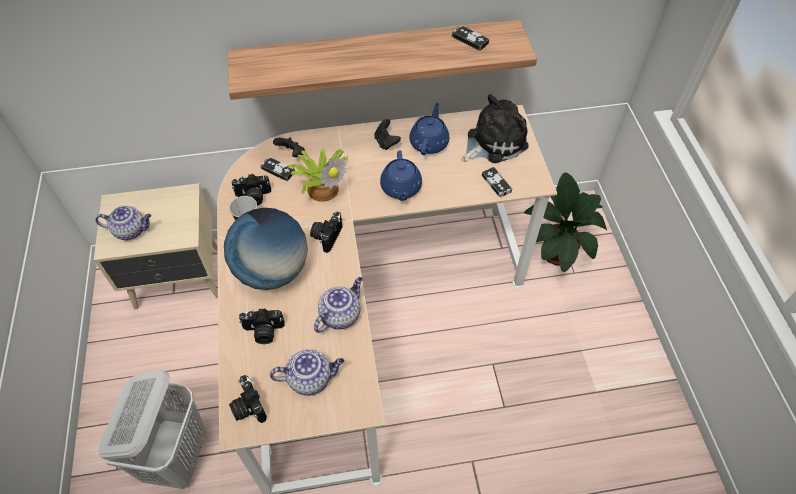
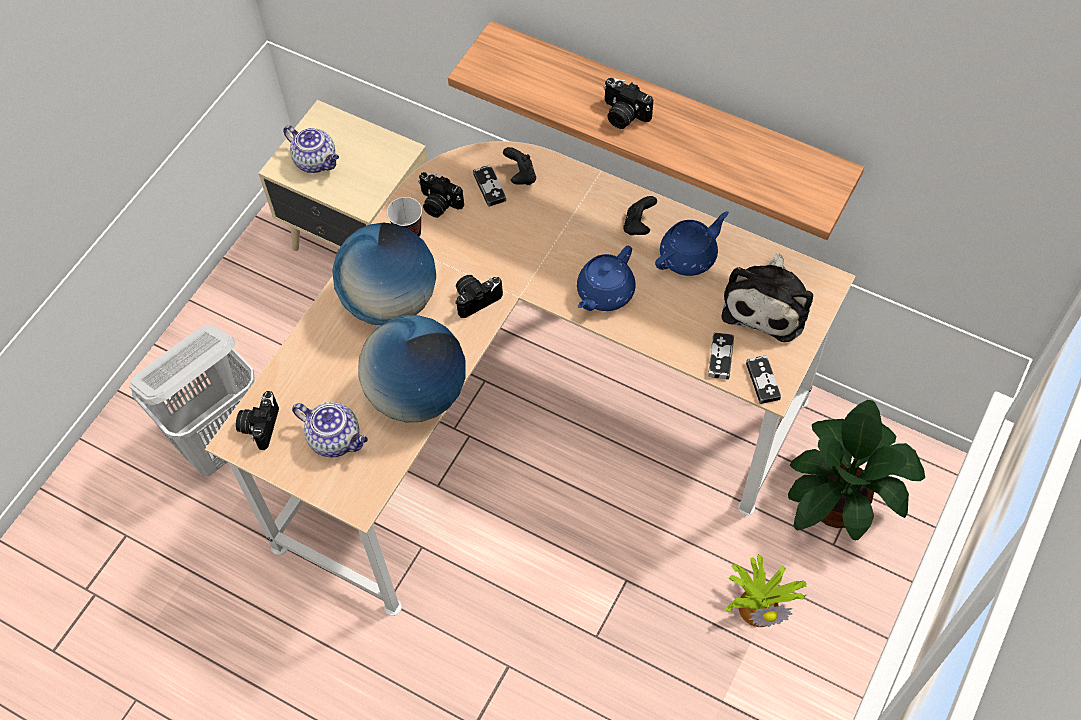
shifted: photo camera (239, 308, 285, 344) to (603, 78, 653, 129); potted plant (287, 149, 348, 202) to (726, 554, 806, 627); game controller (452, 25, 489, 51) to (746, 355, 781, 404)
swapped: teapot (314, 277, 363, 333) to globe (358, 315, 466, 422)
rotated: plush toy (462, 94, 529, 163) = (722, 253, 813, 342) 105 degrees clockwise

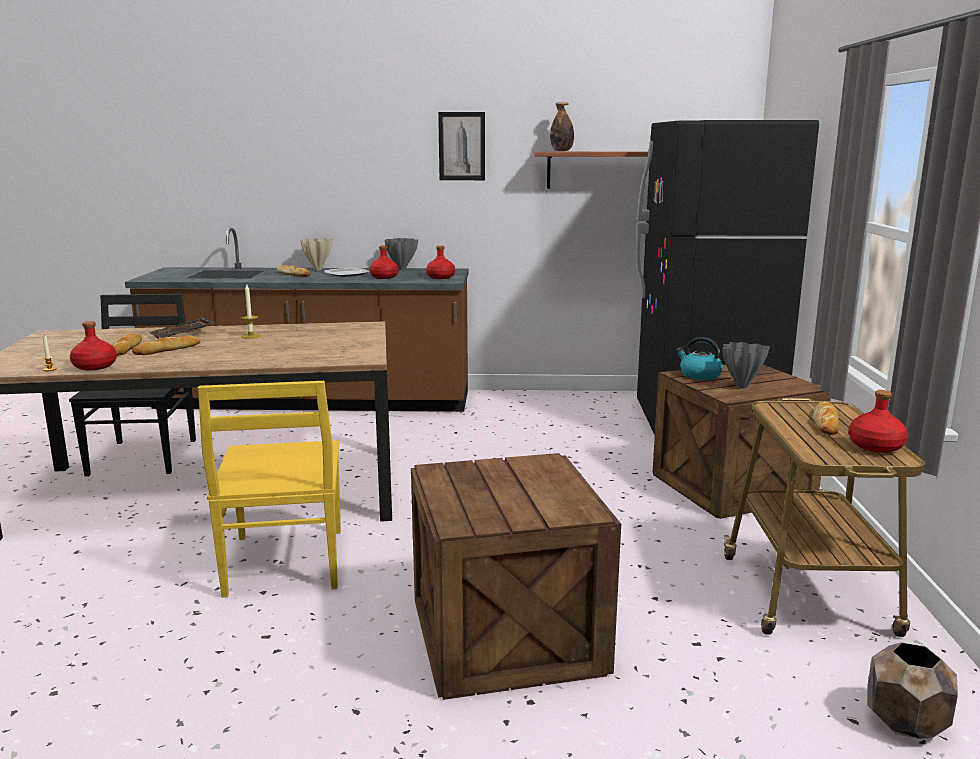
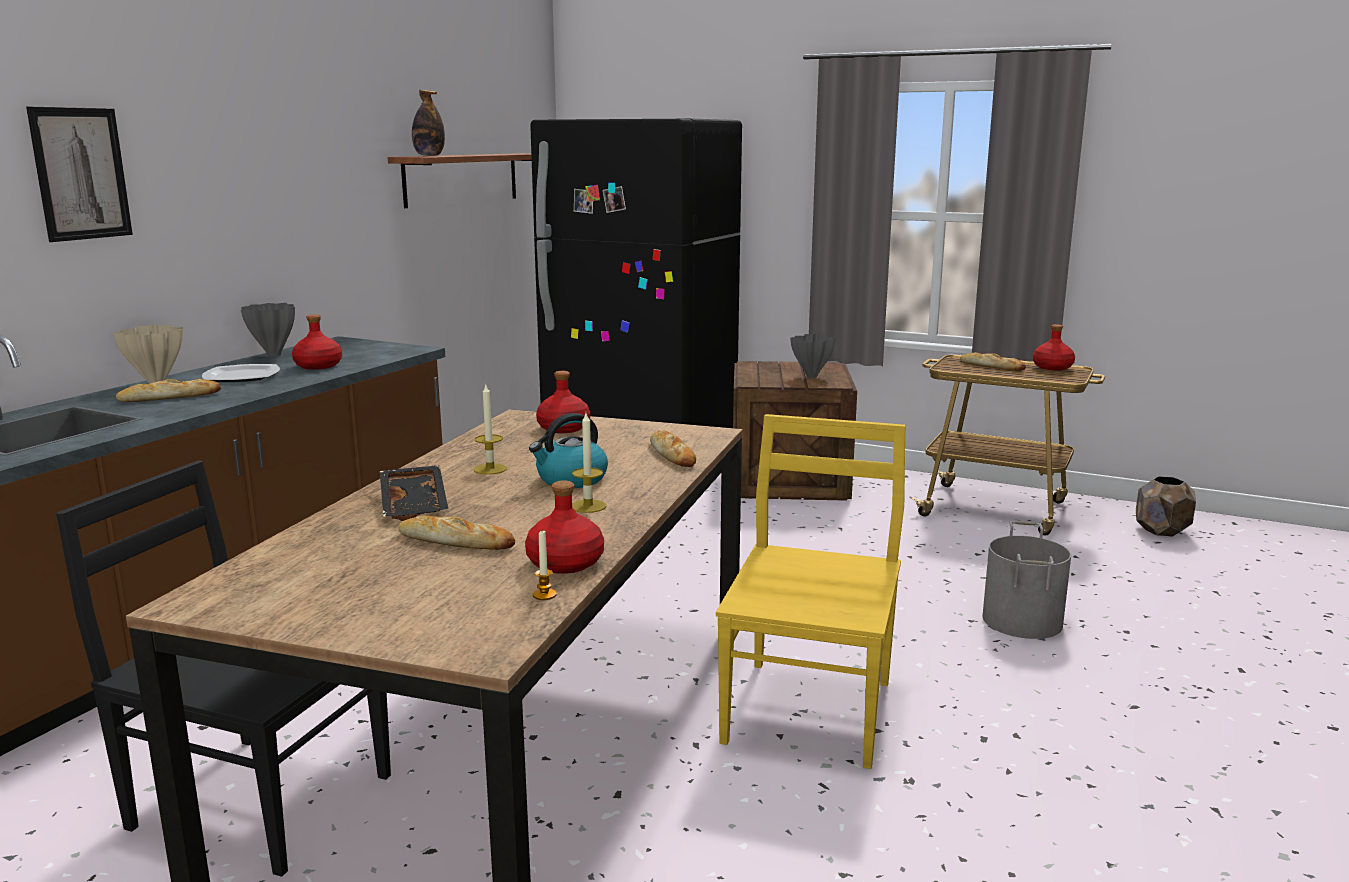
new: candle (572, 413, 607, 513)
shifted: bread (132, 335, 201, 355) to (650, 430, 696, 467); red bottle (426, 246, 455, 279) to (536, 371, 590, 433); picture (438, 112, 485, 180) to (26, 107, 133, 242); kettle (676, 337, 723, 380) to (529, 413, 608, 488)
swapped: crate (411, 453, 621, 700) to grey bucket (983, 521, 1071, 639)
rotated: yellow chair (198, 381, 341, 598) = (716, 414, 906, 769) 90 degrees counterclockwise

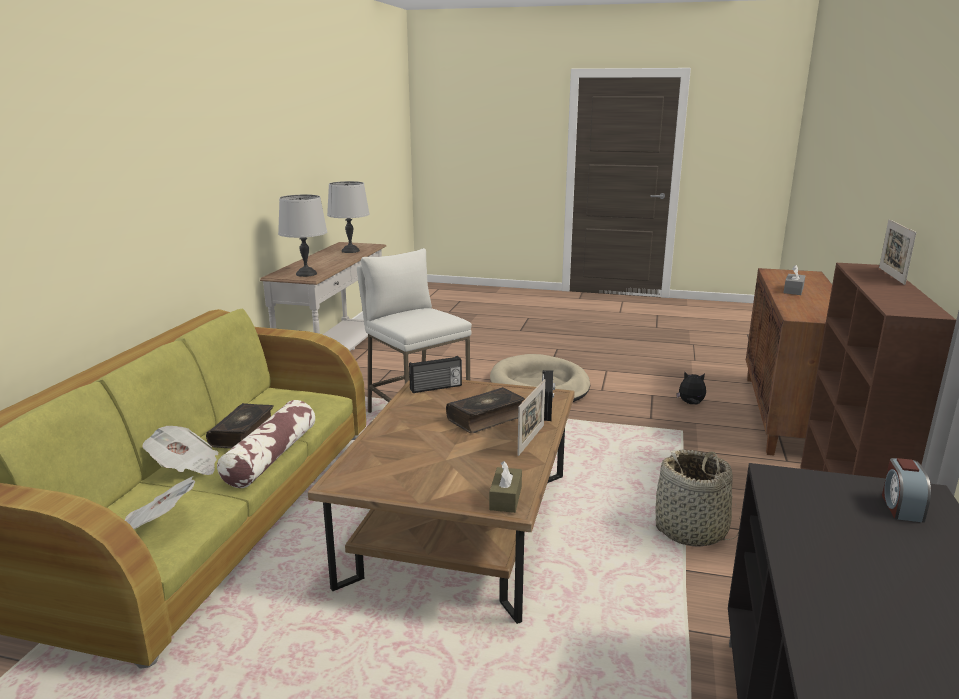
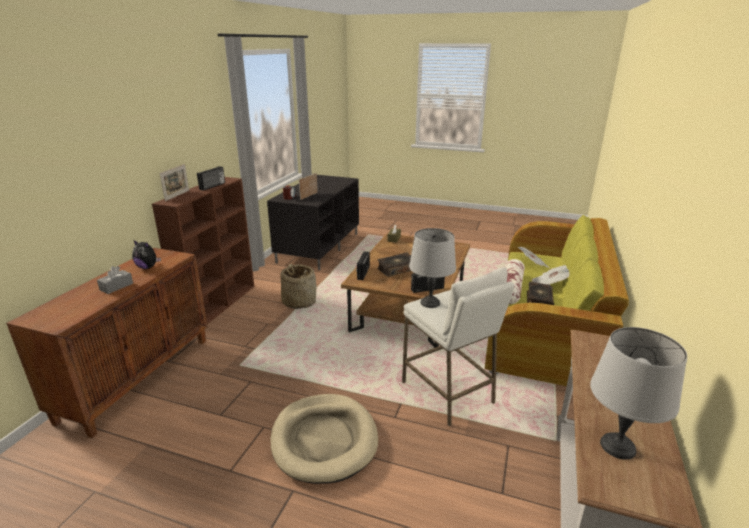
new: radio (197, 166, 225, 191)
shifted: grey table lamp (278, 194, 327, 277) to (409, 228, 456, 308); picture frame (518, 379, 545, 456) to (299, 173, 318, 200); plush toy (676, 371, 706, 405) to (132, 240, 161, 269)

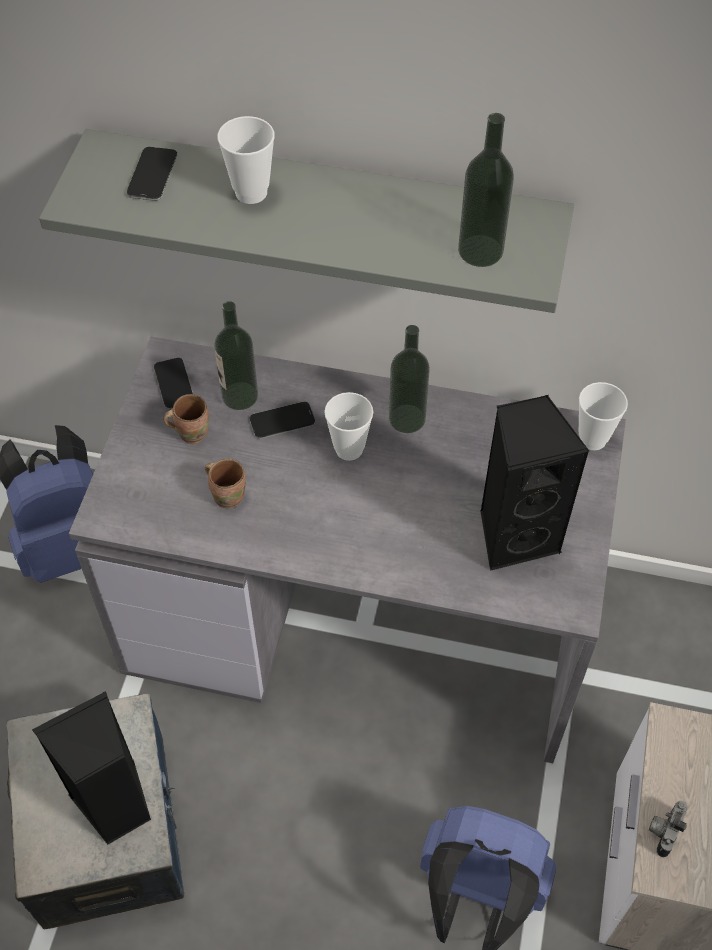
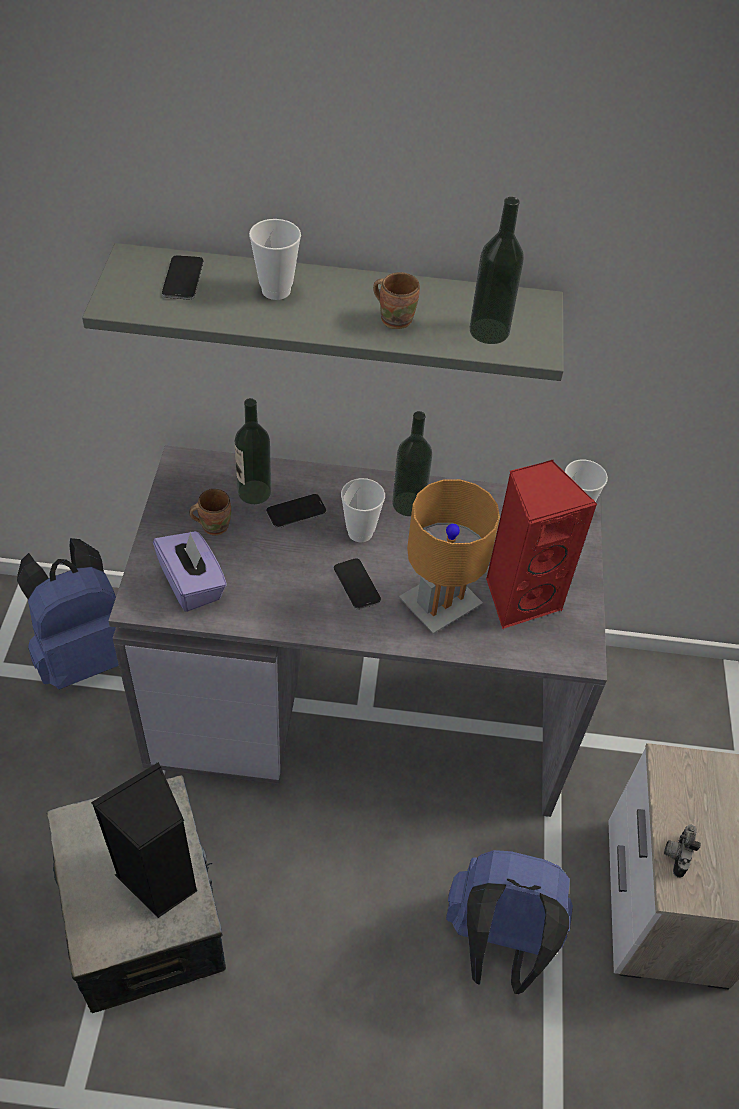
new: purple tissue box (153, 531, 227, 612); brown table lamp (399, 479, 500, 634)
shifted: phone (154, 358, 193, 409) to (334, 558, 381, 610); brown mug (205, 459, 246, 508) to (373, 272, 420, 329)
repainted: black speaker (480, 395, 589, 571) to red speaker (486, 459, 597, 629)

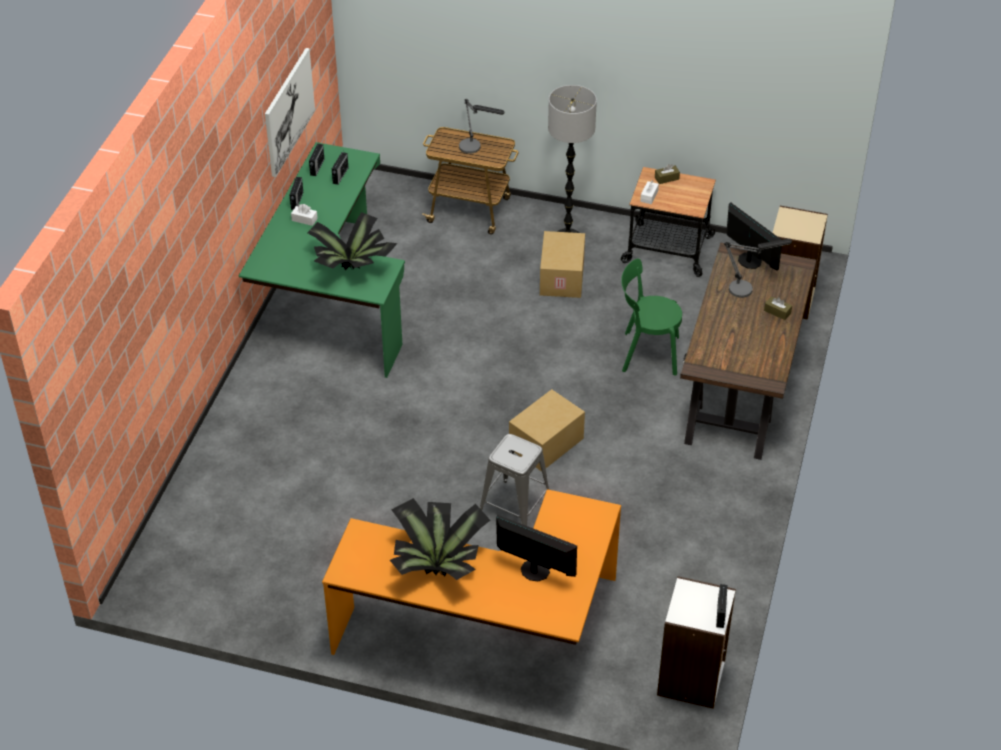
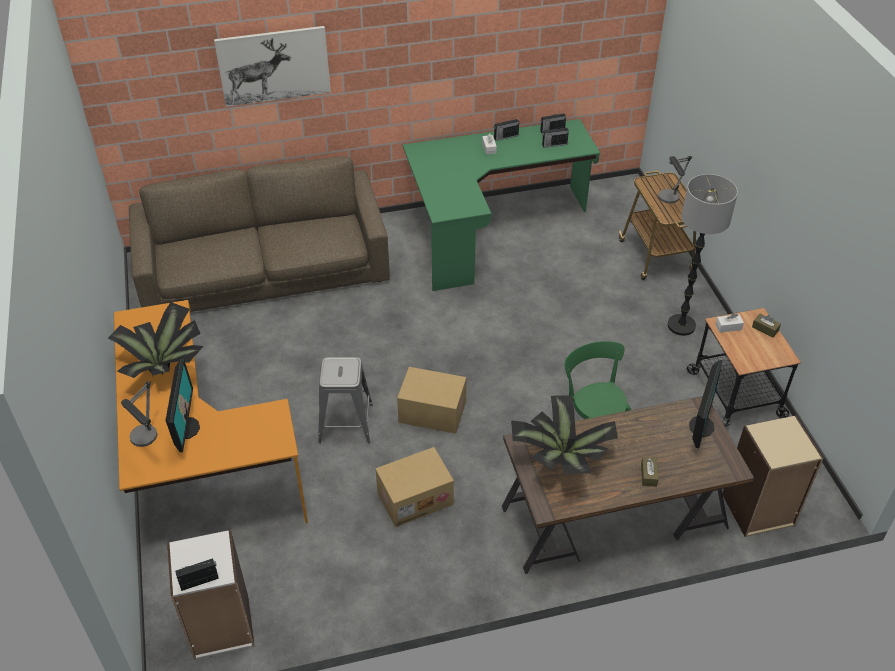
new: brown sofa (129, 156, 390, 312)
shifted: picture (265, 48, 315, 177) to (214, 26, 331, 107); potted plant (307, 212, 398, 271) to (511, 395, 618, 474); cardboard box (540, 231, 585, 298) to (375, 447, 454, 527); table lamp (724, 239, 792, 298) to (121, 381, 157, 447)

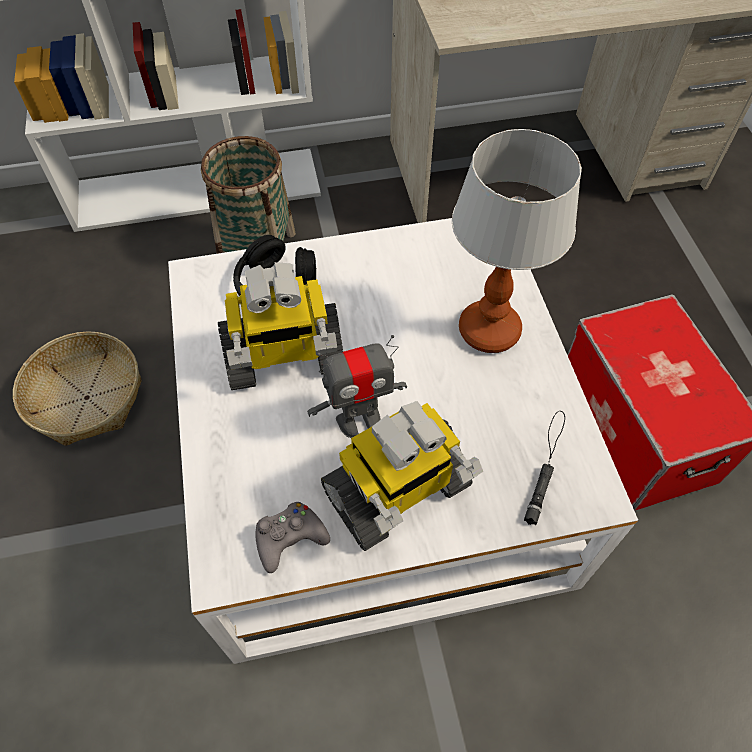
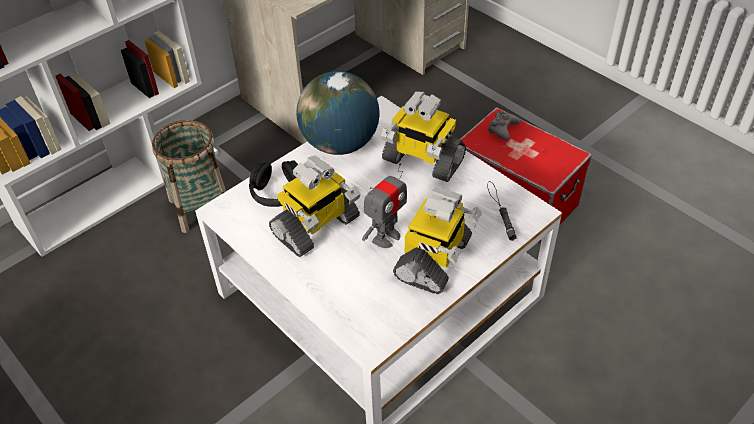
gone: basket (13, 331, 142, 446)
new: globe (297, 71, 380, 155)
shifted: grey game controller (255, 502, 330, 573) to (488, 111, 520, 141)
swapped: table lamp (452, 129, 582, 353) to toy robot (381, 92, 466, 182)

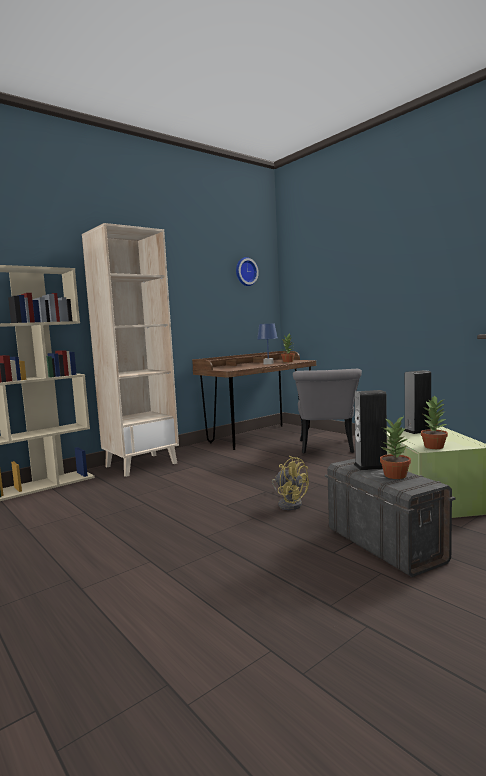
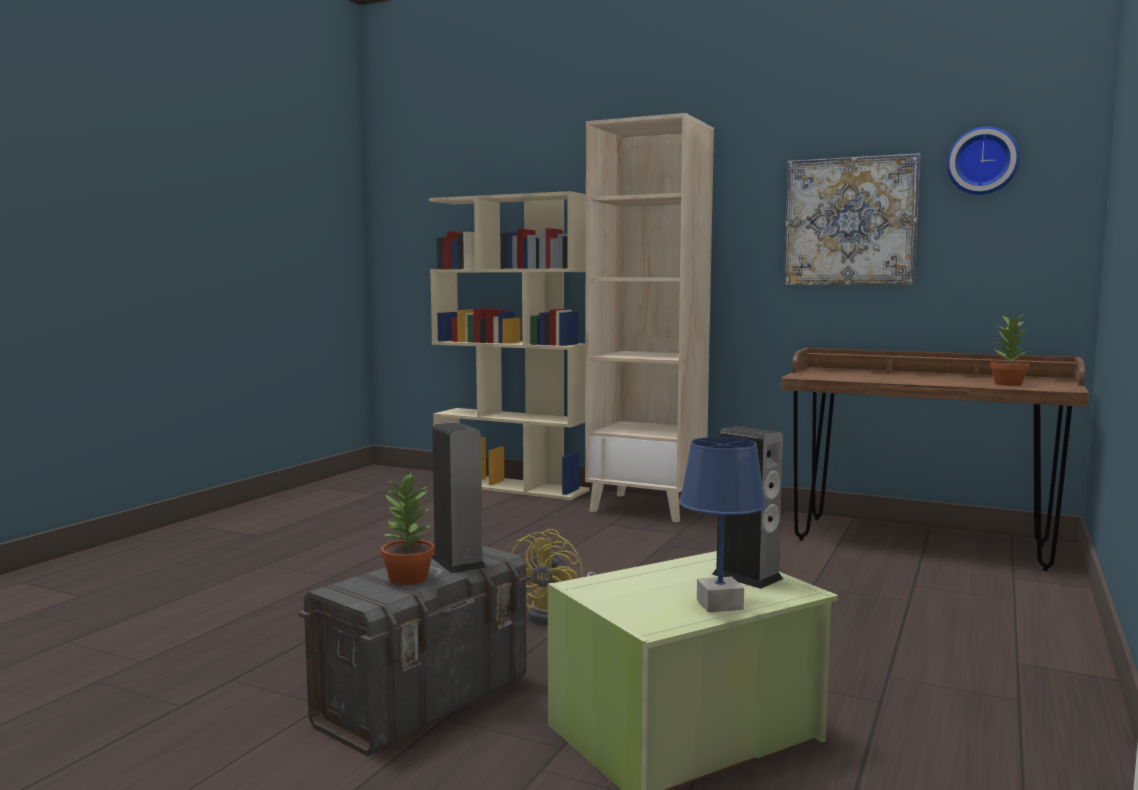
gone: grey chair (293, 369, 362, 454); potted plant (421, 395, 448, 449)
new: picture (784, 153, 920, 285)
shifted: blue table lamp (257, 323, 278, 364) to (679, 437, 766, 612)

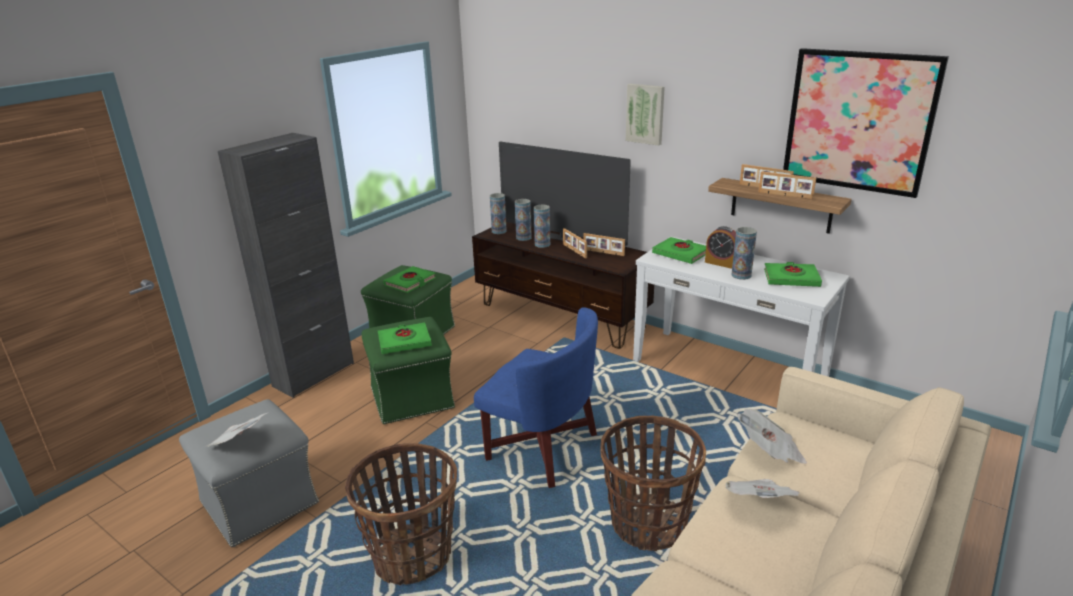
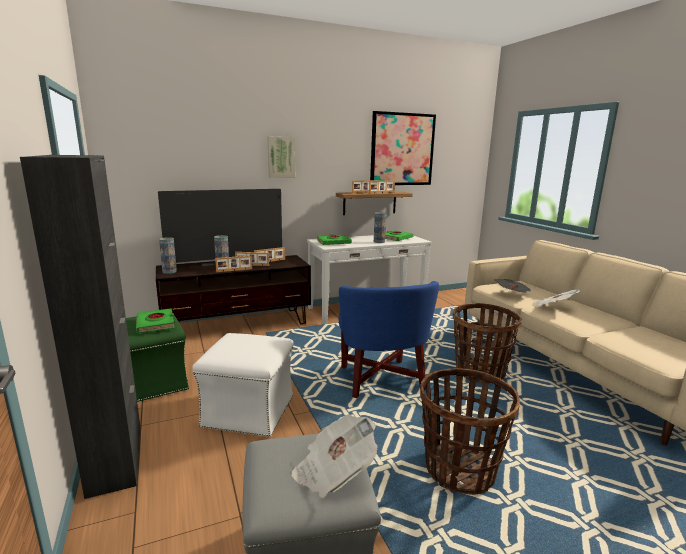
gone: green book (378, 323, 432, 354); vase (515, 199, 532, 241); alarm clock (705, 226, 736, 269)
new: picture frame (215, 256, 252, 272)
repainted: green ottoman (361, 317, 455, 424) to white ottoman (192, 333, 294, 437)
rotated: blue armchair (474, 307, 598, 488) = (339, 281, 439, 398) 105 degrees clockwise

